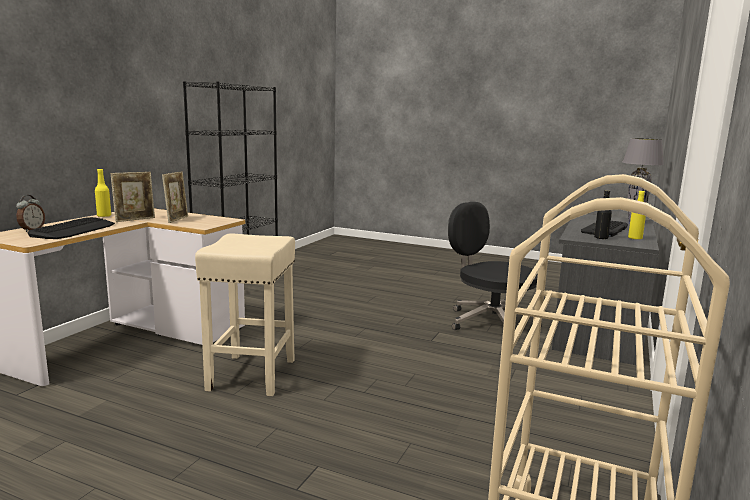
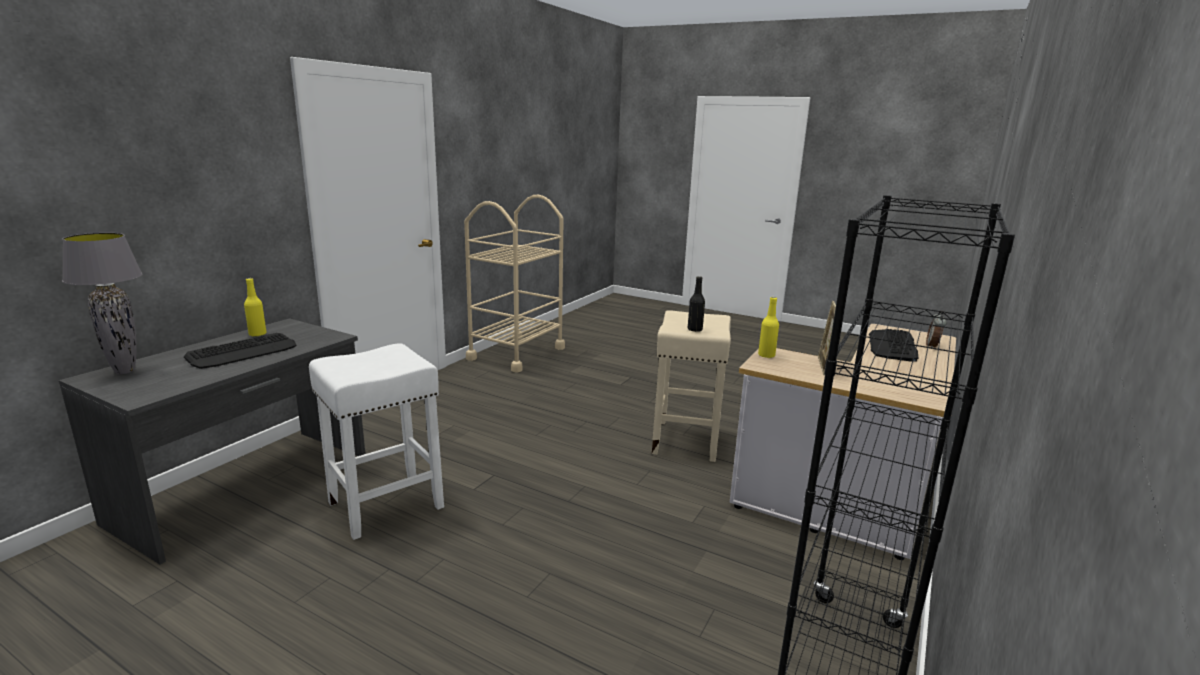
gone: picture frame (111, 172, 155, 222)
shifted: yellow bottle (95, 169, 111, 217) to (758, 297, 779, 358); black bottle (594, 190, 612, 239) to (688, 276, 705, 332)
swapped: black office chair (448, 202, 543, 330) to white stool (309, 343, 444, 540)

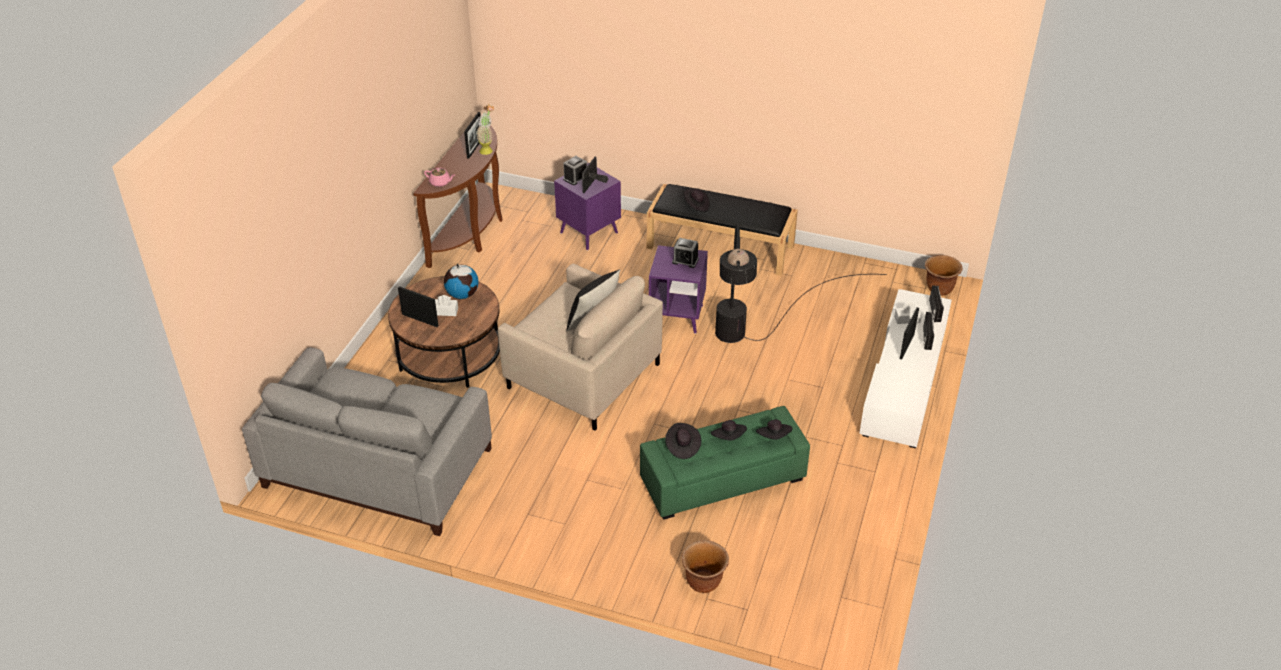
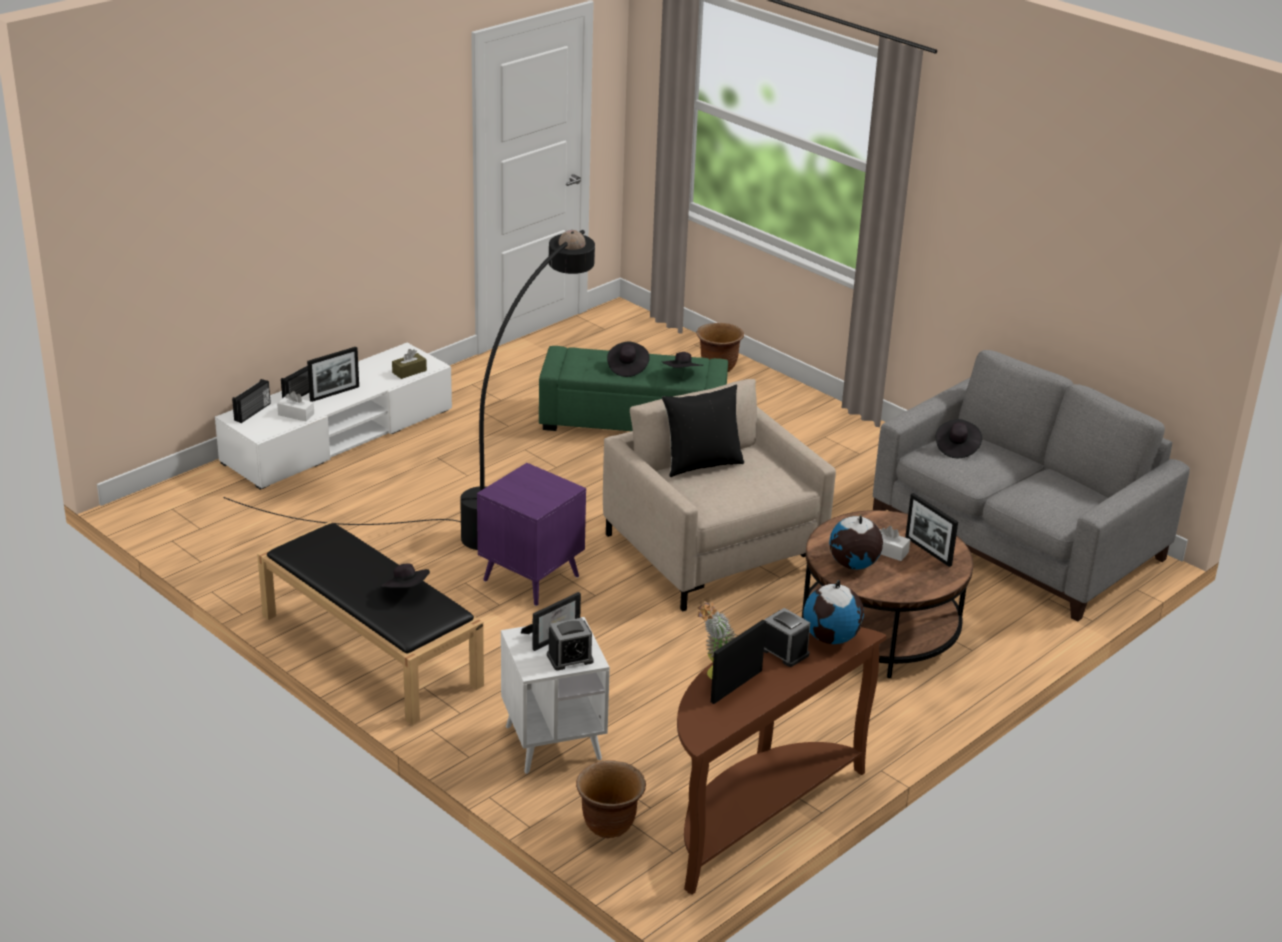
new: brown tissue box (392, 349, 427, 379)
shifted: alarm clock (672, 238, 699, 268) to (764, 608, 810, 667); black hat (756, 419, 793, 440) to (936, 419, 982, 458); brown planter (925, 255, 962, 296) to (576, 760, 646, 838)
swapped: pink teapot (424, 168, 455, 187) to globe (803, 580, 864, 644)
repainted: purple side table (554, 163, 621, 250) to white side table (501, 617, 610, 774)

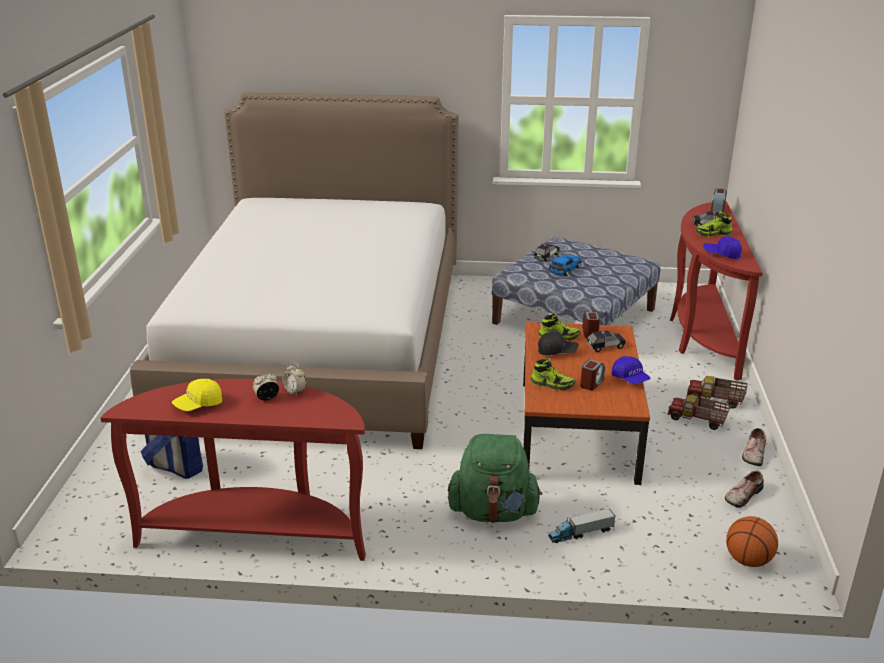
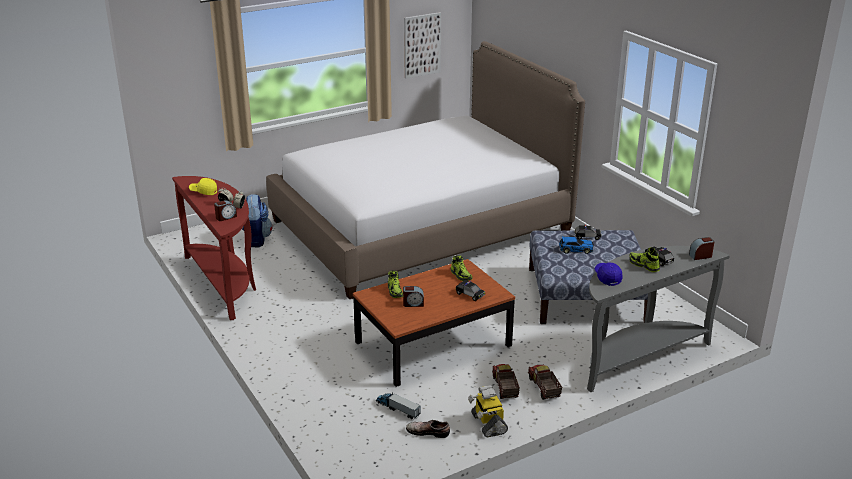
gone: green backpack (448, 434, 542, 523); black cap (538, 332, 579, 355); blue cap (612, 356, 651, 384); basketball (726, 516, 778, 567)
new: picture (404, 12, 441, 79)
shifted: toy truck (548, 508, 615, 543) to (376, 392, 421, 419); alarm clock (582, 312, 600, 338) to (214, 200, 237, 221)
swapped: shoe (742, 428, 766, 466) to toy robot (468, 385, 508, 438)
repainted: red console table (670, 201, 762, 380) to grey console table (587, 246, 730, 392)

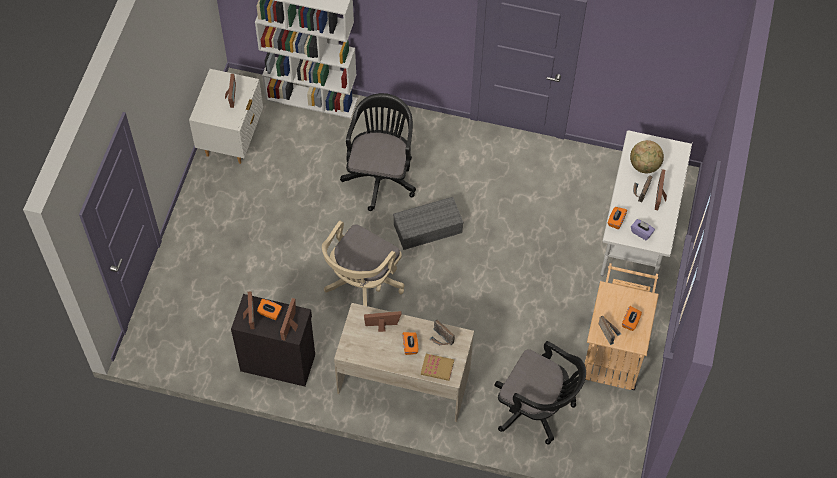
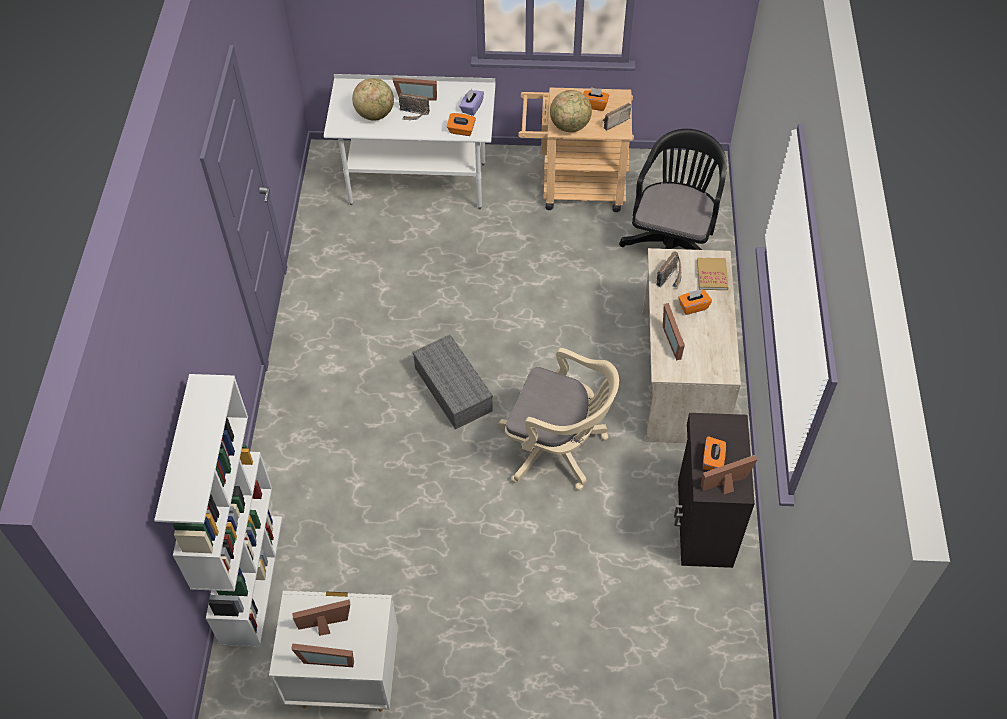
gone: black office chair (340, 93, 416, 211)
new: globe (550, 90, 592, 132)
shifted: picture frame (280, 298, 298, 341) to (291, 643, 354, 667)

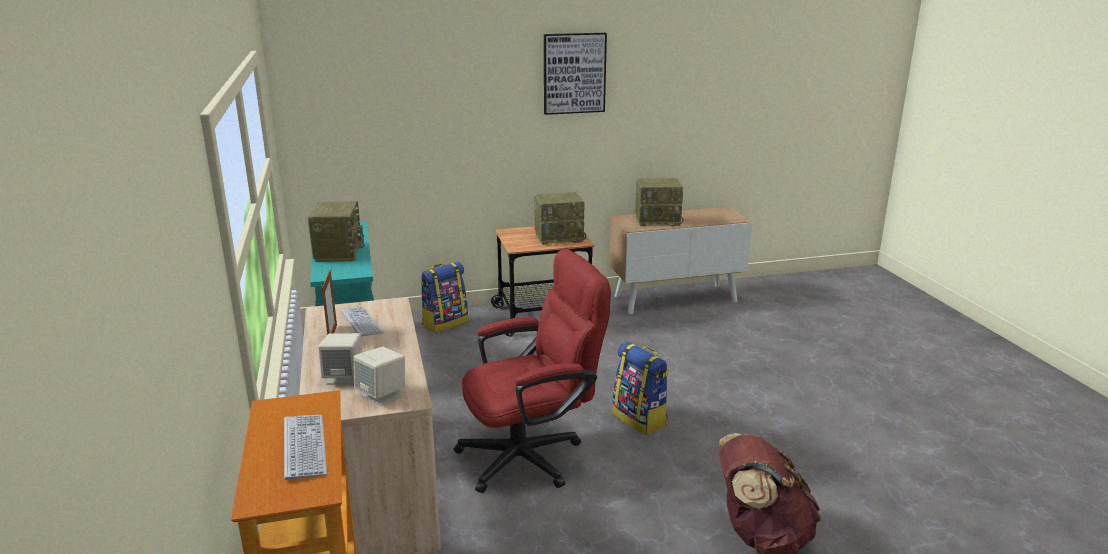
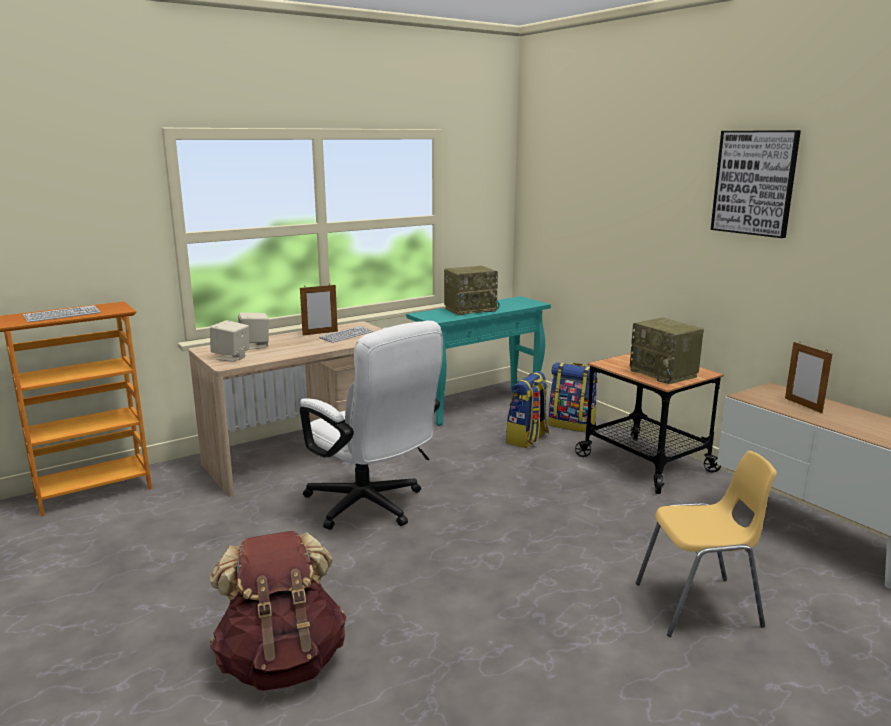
new: yellow chair (636, 451, 777, 637)
shifted: backpack (612, 342, 669, 435) to (506, 371, 549, 448)
swapped: radio (635, 178, 684, 226) to picture frame (785, 341, 832, 413)
repainted: red office chair (454, 249, 611, 493) to white office chair (300, 321, 443, 530)

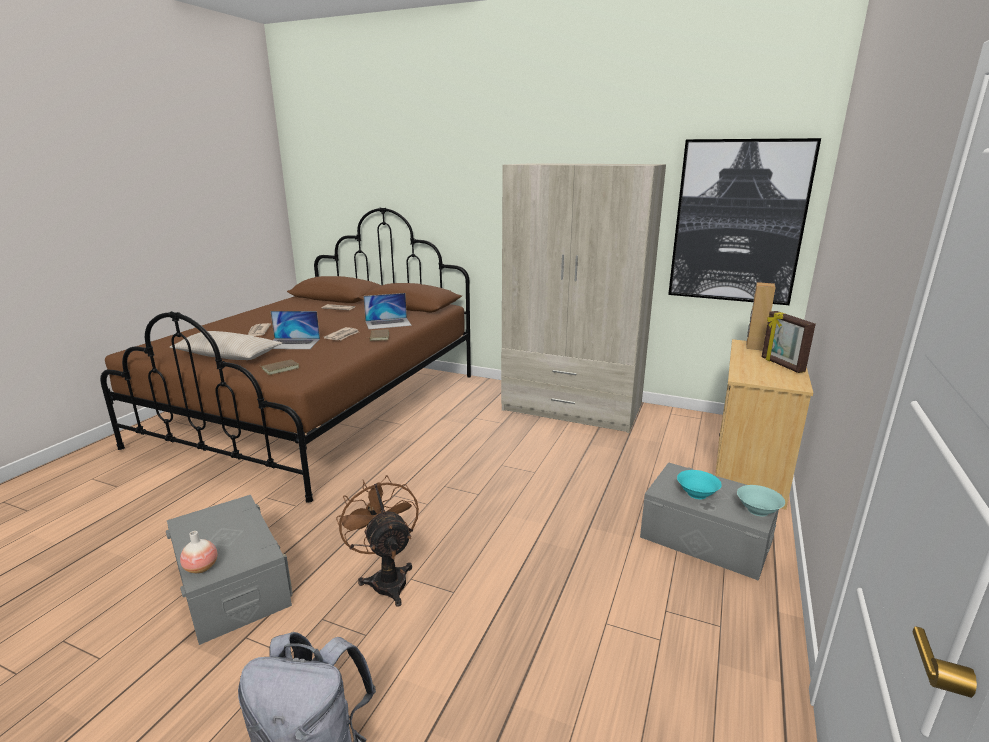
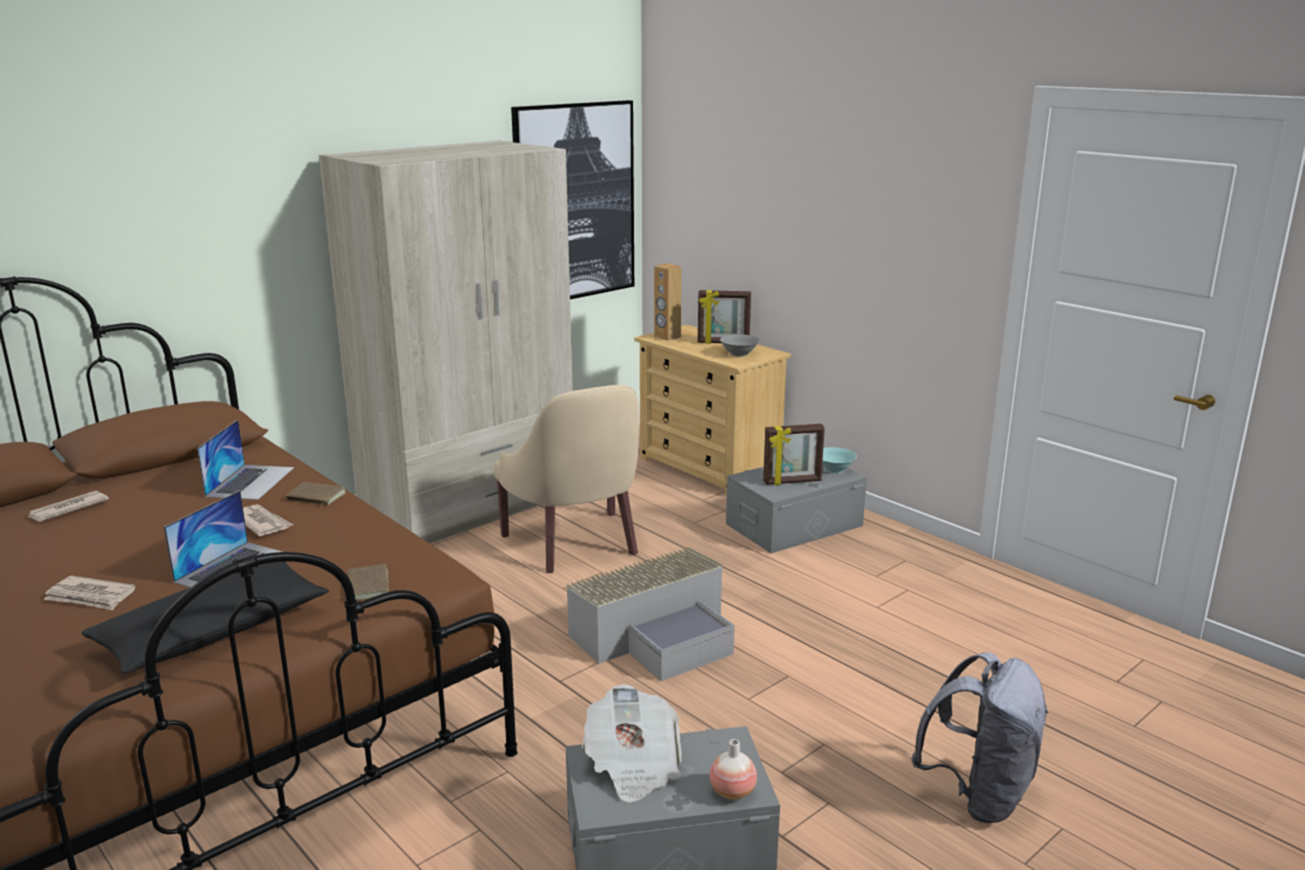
gone: brown fan (336, 475, 419, 607)
new: beige armchair (494, 385, 640, 573); grey storage box (567, 547, 735, 681); newspaper (582, 684, 682, 803); grey bowl (720, 334, 760, 357)
swapped: turquoise bowl (677, 470, 722, 499) to picture frame (763, 424, 825, 485)
repainted: beige pillow (170, 331, 282, 360) to black pillow (81, 562, 329, 674)

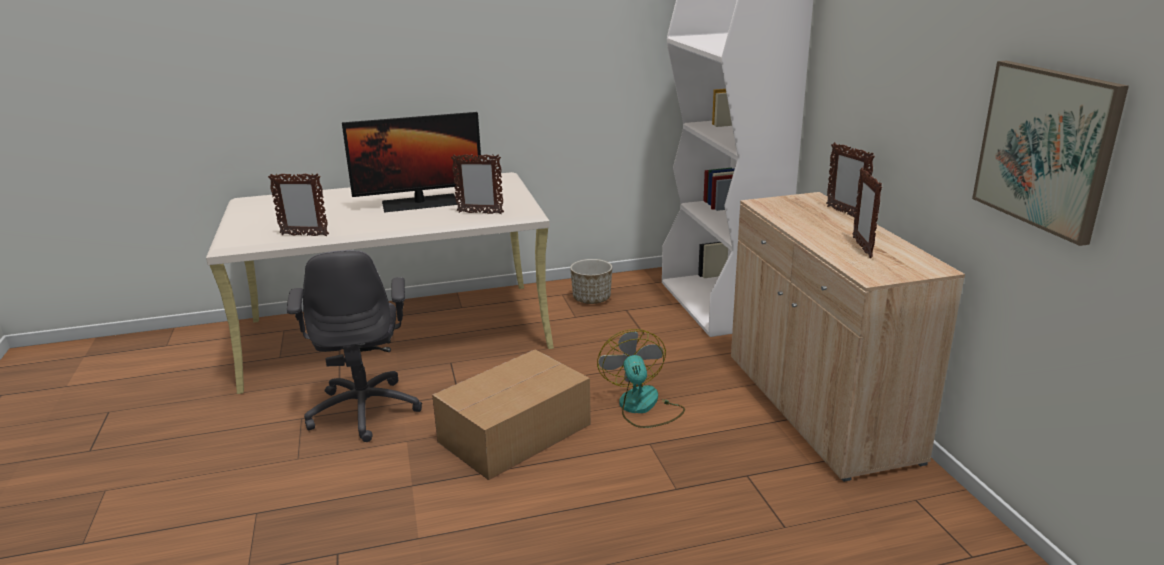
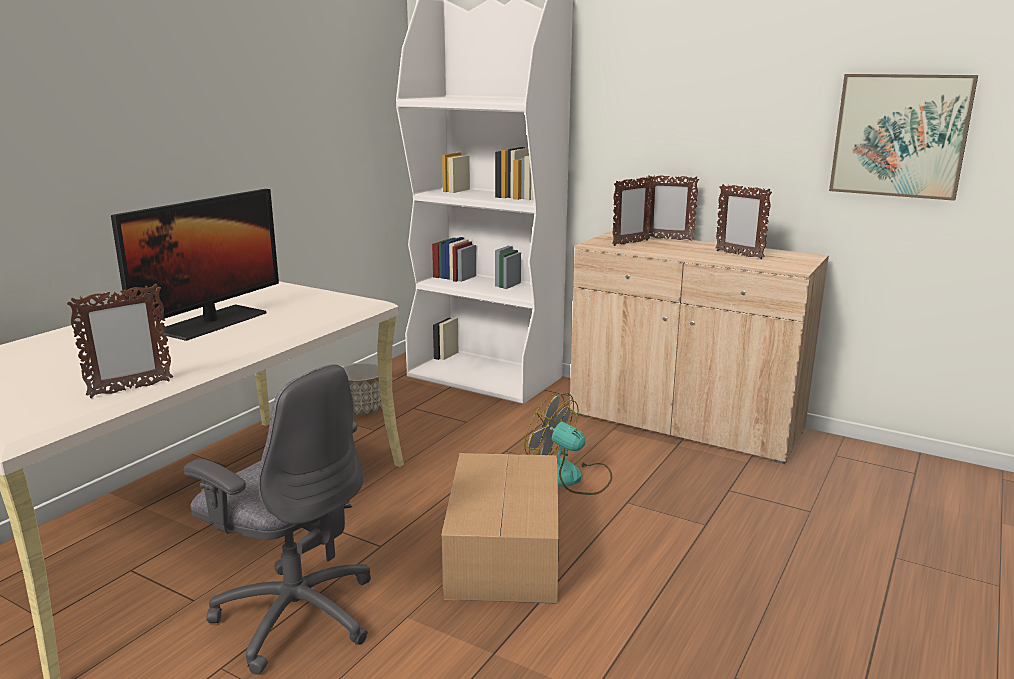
shifted: picture frame (451, 155, 504, 214) to (612, 176, 654, 246)

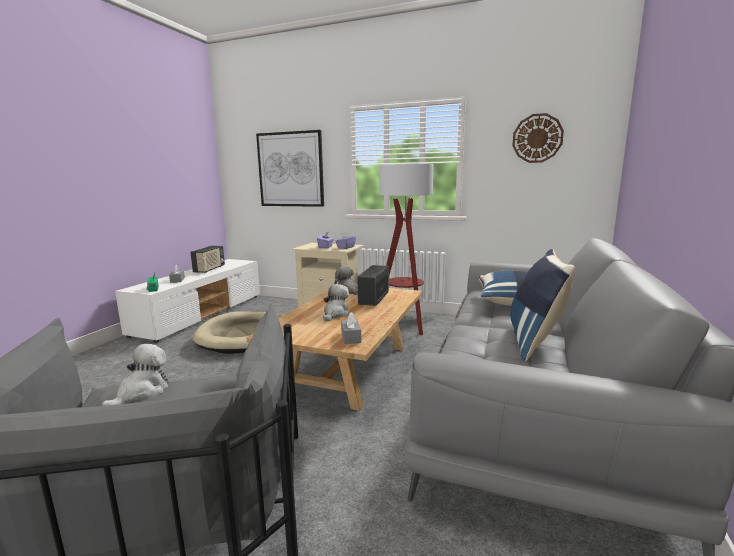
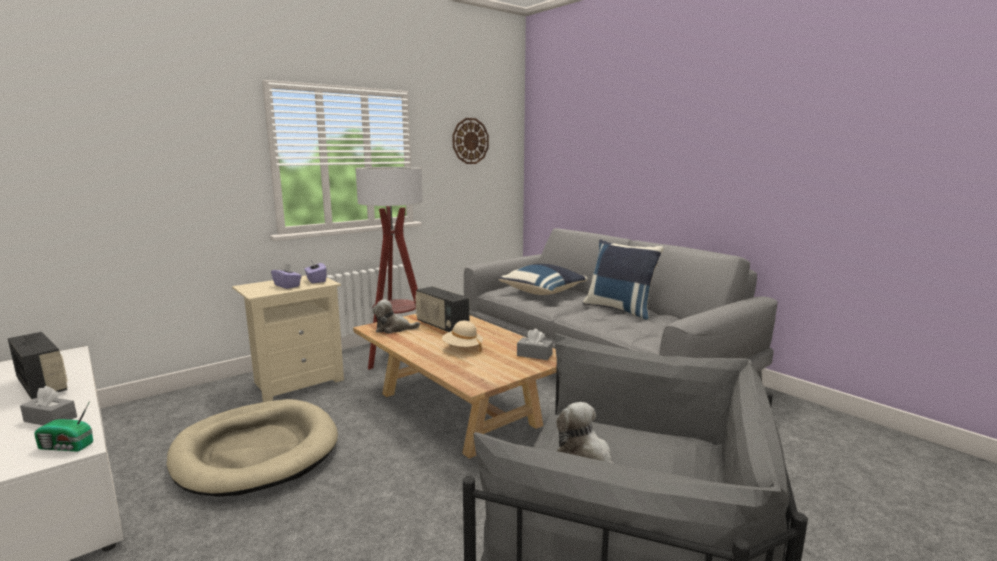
gone: picture (256, 130, 324, 207)
swapped: plush toy (323, 284, 350, 321) to beige hat (442, 321, 483, 352)

